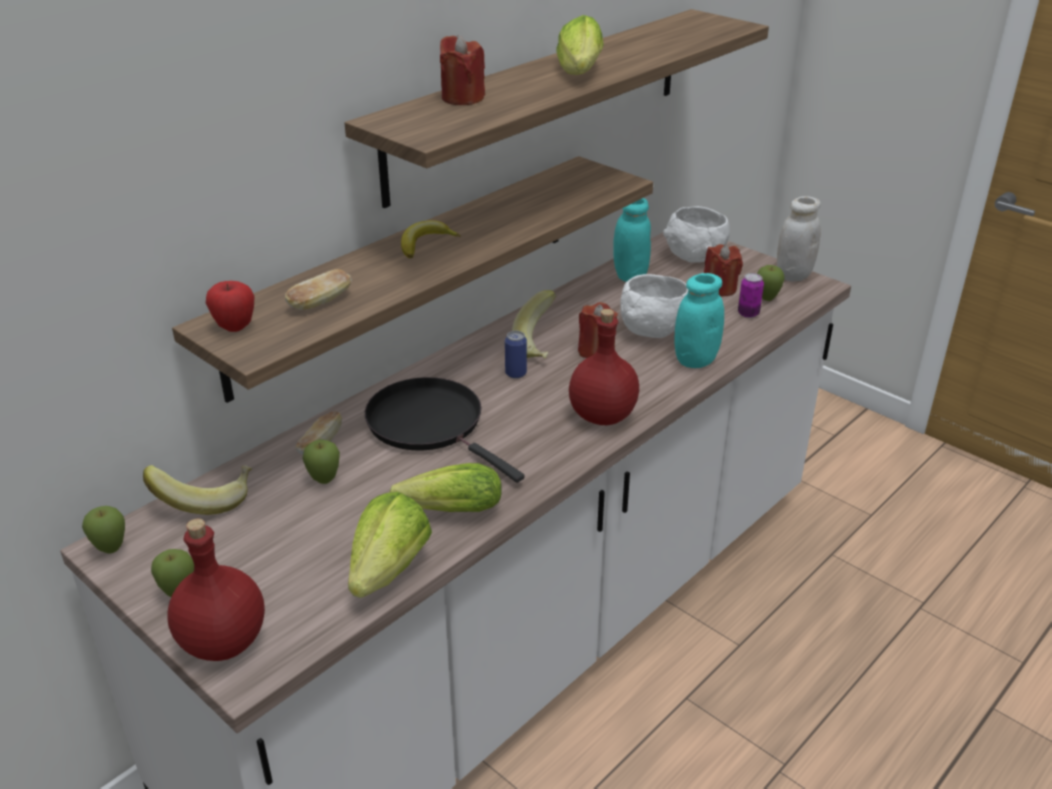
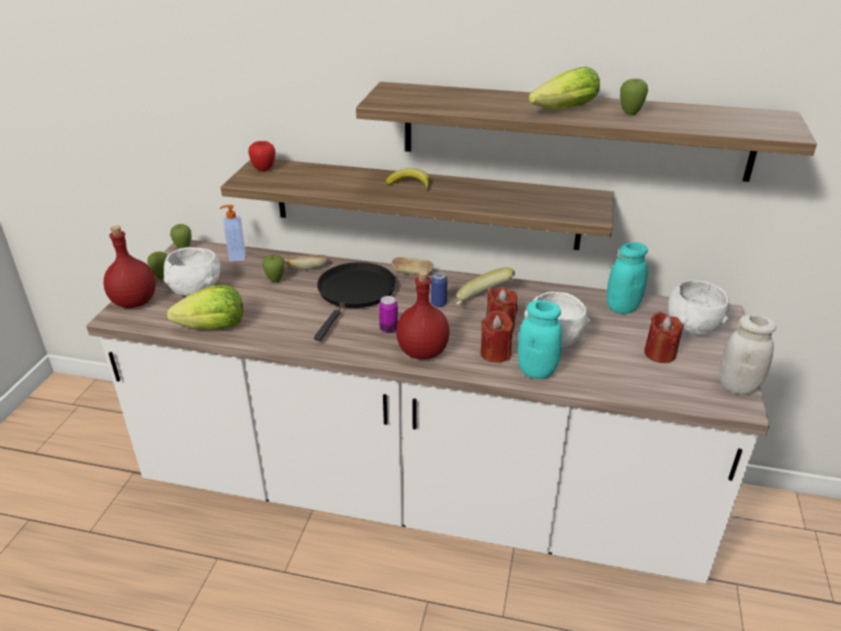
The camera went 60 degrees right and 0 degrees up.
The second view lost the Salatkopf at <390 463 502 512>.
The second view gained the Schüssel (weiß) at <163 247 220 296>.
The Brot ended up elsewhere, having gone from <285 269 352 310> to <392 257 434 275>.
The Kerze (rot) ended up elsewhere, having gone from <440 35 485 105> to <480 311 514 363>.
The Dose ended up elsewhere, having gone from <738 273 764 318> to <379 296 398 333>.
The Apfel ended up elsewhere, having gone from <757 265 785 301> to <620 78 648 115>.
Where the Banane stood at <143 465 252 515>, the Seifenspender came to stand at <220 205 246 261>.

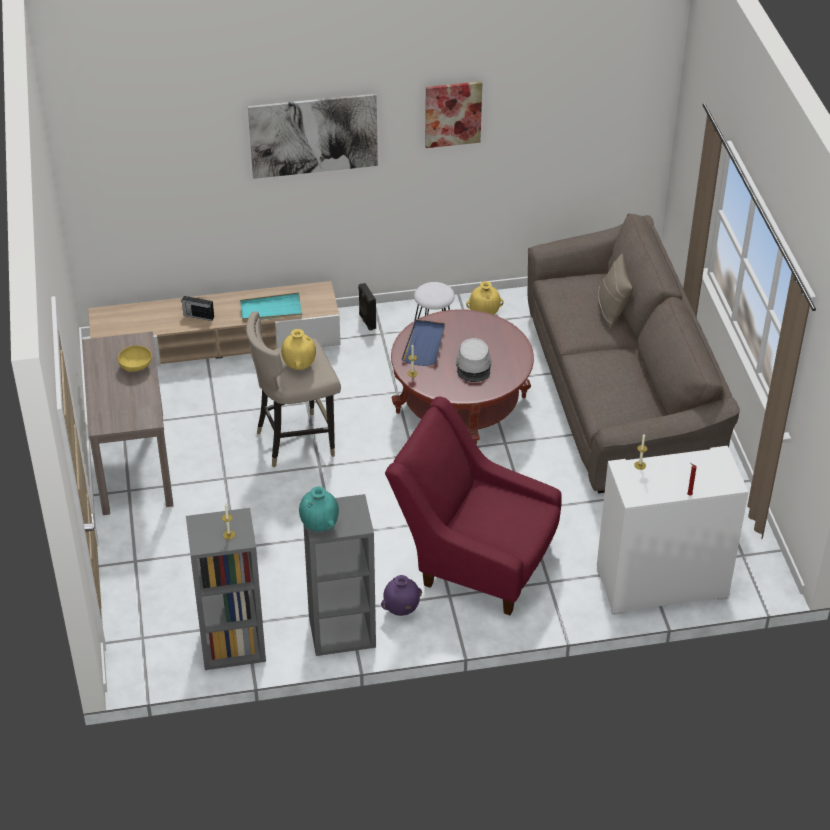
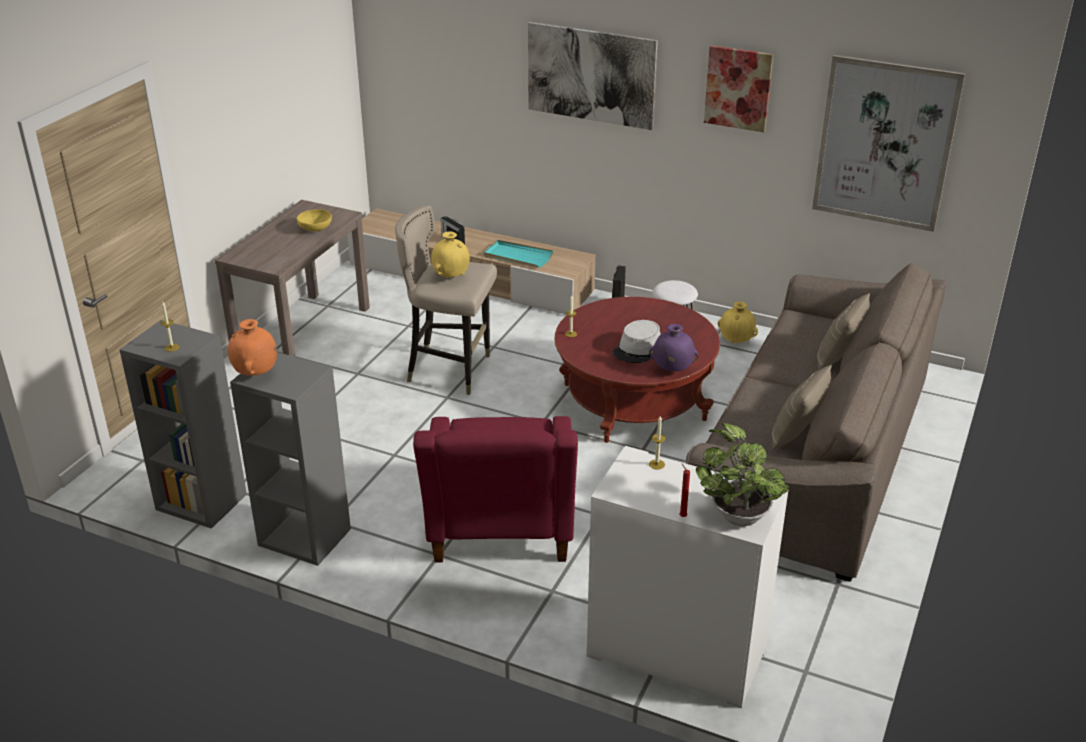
The camera went 35 degrees right and 10 degrees down.
The second view lost the Tablett (blau) at <401 320 445 366>.
The second view gained the Topfpflanze at <696 423 789 526>.
The second view gained the Kissen (beige) at <772 365 832 450>.
The second view gained the Bild at <812 55 965 232>.
The Vase (lila) ended up elsewhere, having gone from <381 575 422 616> to <649 324 698 371>.
What was the Vase (türkis) at <299 486 339 532> turned into the Vase (orange) at <228 319 277 376>.
The Sessel (rot) at <385 397 562 615> ended up facing another way, 150 degrees counterclockwise from before.

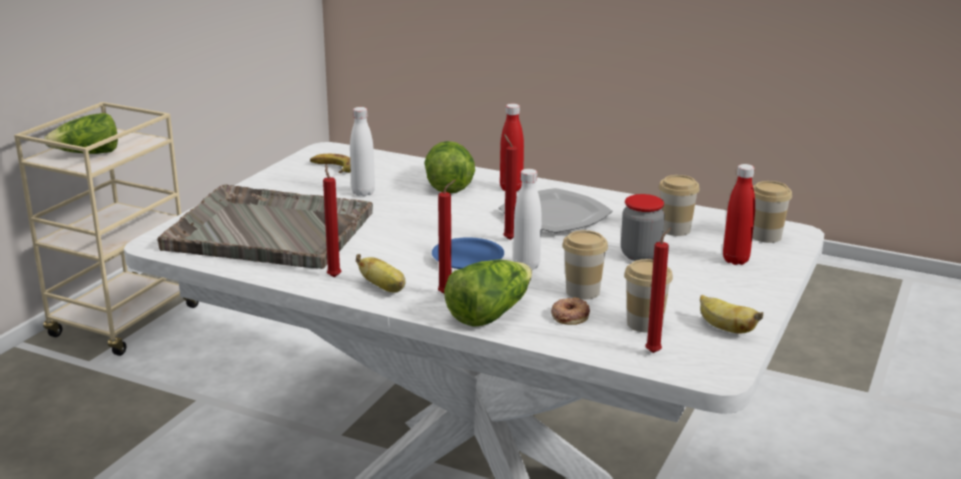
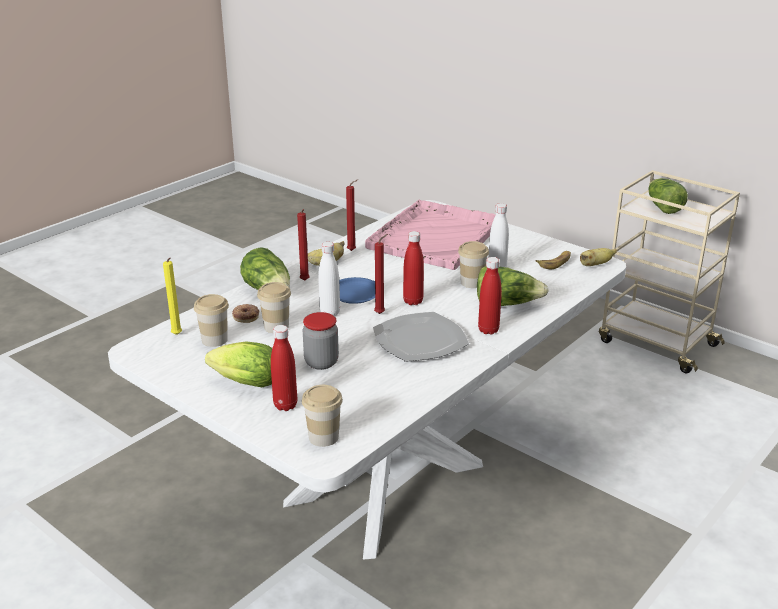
The camera went 105 degrees right and 5 degrees up.
The second view gained the Salatkopf at <205 342 272 387>.
The second view gained the Flasche (rot) at <403 231 424 305>.
The Tasse ended up elsewhere, having gone from <659 175 700 236> to <458 241 489 288>.
The Banane ended up elsewhere, having gone from <700 295 763 334> to <580 248 617 266>.
What was the Tablett (grau) at <157 184 373 269> turned into the Tablett (rosa) at <365 200 495 270>.
What was the Kerze (rot) at <645 228 671 353> turned into the Kerze (gelb) at <163 257 182 335>.

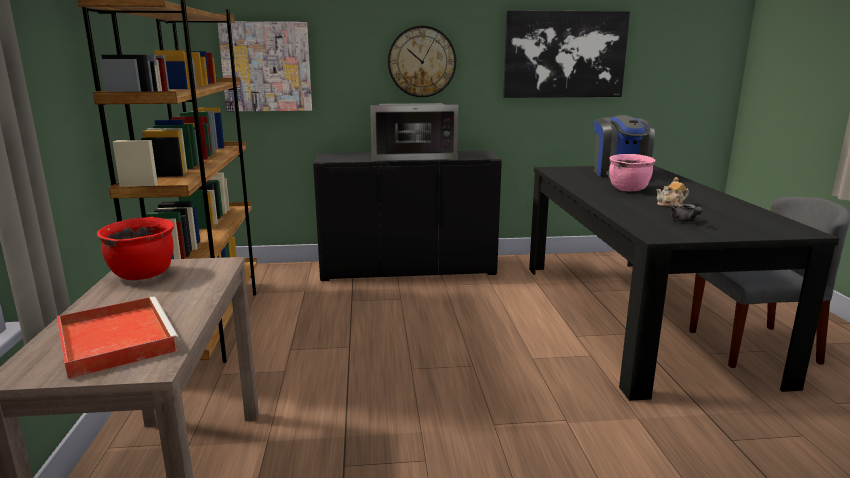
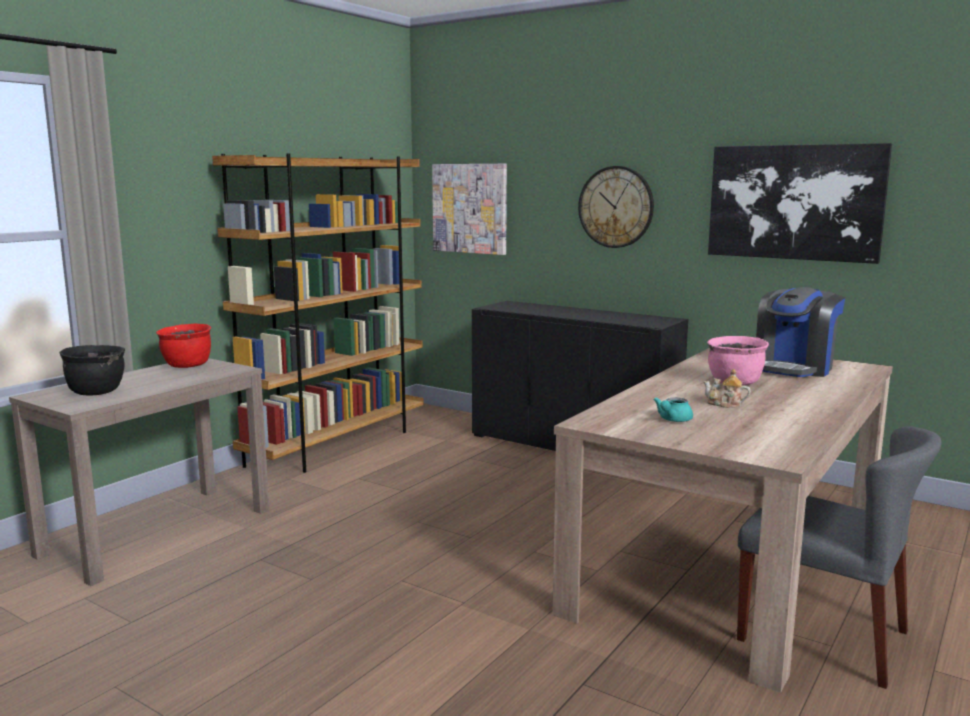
The camera went 40 degrees right and 5 degrees down.
The second view lost the Mikrowelle at <370 103 459 161>.
Where the Tablett (rot) stood at <57 297 180 379>, the Kochtopf (schwarz) came to stand at <59 345 125 396>.
What was the Esstisch (schwarz) at <529 165 839 401> turned into the Esstisch (beige) at <552 348 893 693>.
What was the Teekanne (grau) at <671 204 703 223> turned into the Teekanne (türkis) at <653 397 693 422>.

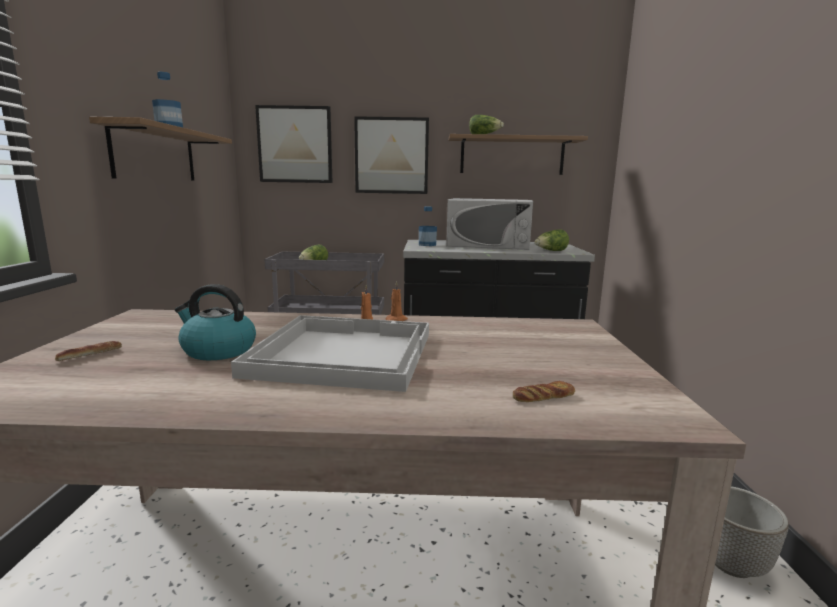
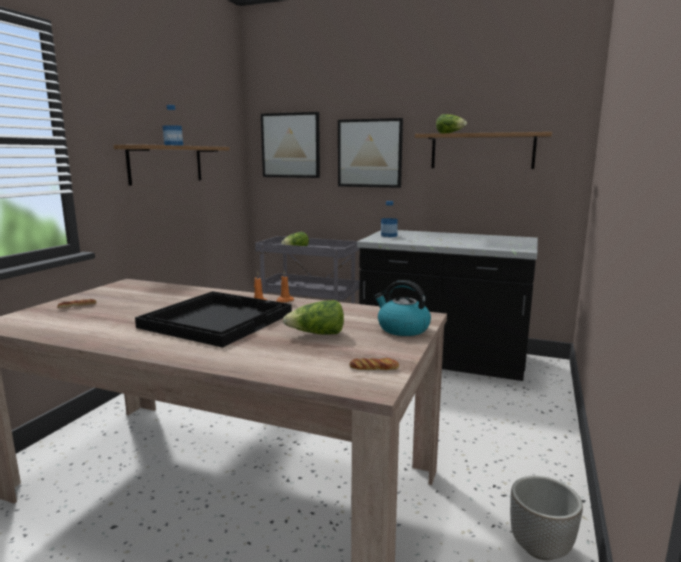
The camera went 20 degrees right and 0 degrees up.
The second view lost the Mikrowelle (weiß) at <446 198 533 250>.
The Wasserkessel ended up elsewhere, having gone from <175 284 256 360> to <374 280 431 336>.
The Brot ended up elsewhere, having gone from <513 381 575 402> to <350 358 399 370>.
The Salatkopf ended up elsewhere, having gone from <535 229 569 251> to <283 300 344 335>.
What was the Tablett (weiß) at <231 315 429 392> turned into the Tablett (schwarz) at <135 291 292 348>.

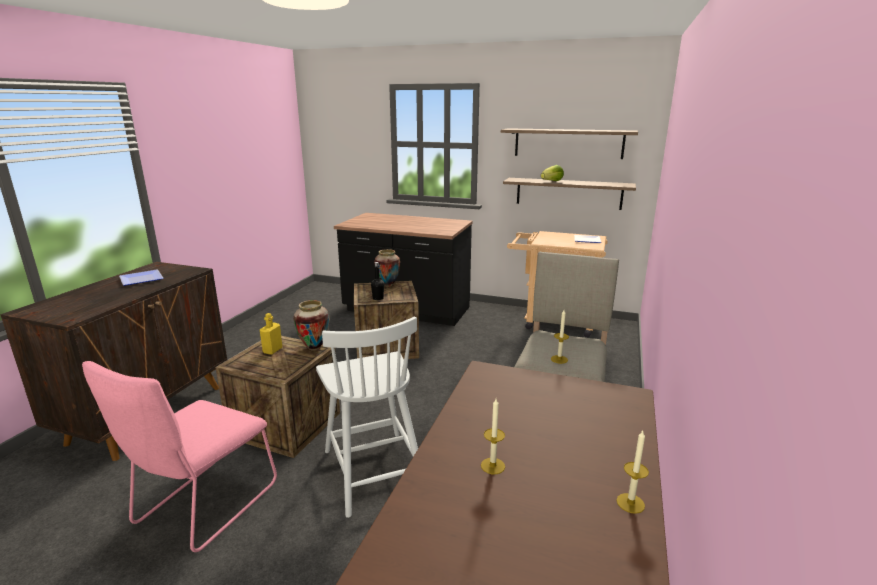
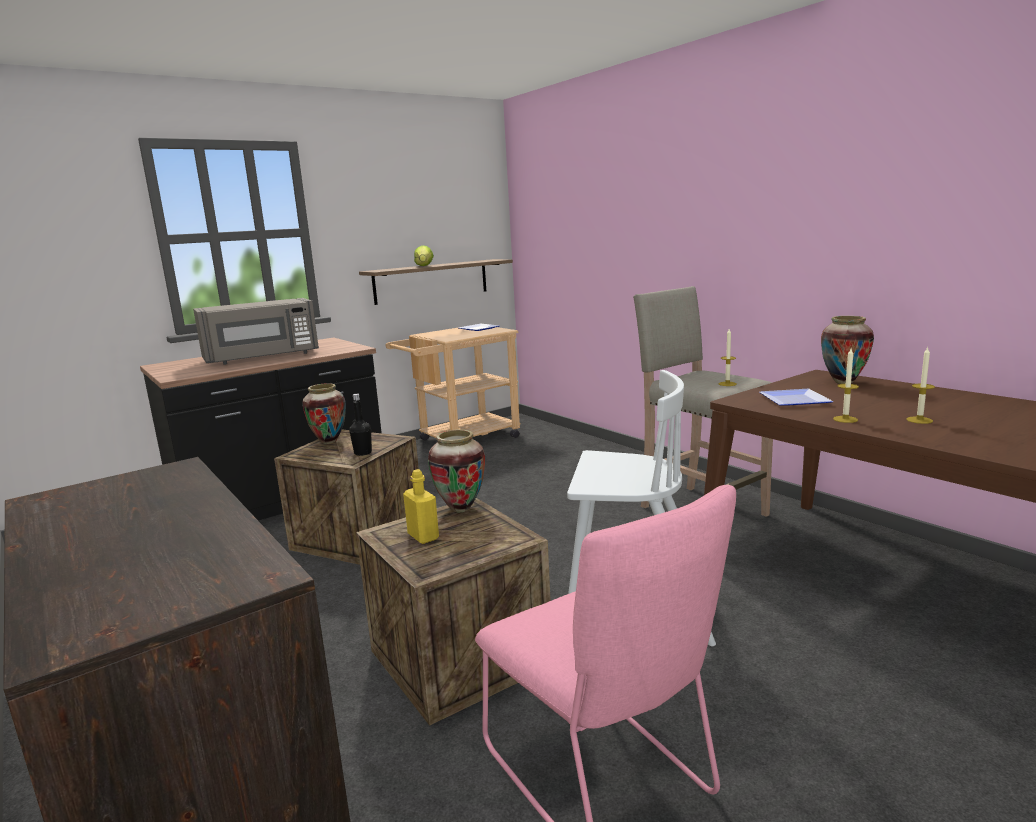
The camera went 55 degrees left and 5 degrees down.
The second view lost the Wandregal at <501 128 638 159>.
The second view gained the Mikrowelle (grau) at <193 298 319 365>.
The second view gained the Vase at <821 316 874 384>.
The Teller ended up elsewhere, having gone from <119 270 163 286> to <760 389 833 406>.
The Kerze ended up elsewhere, having gone from <616 431 649 514> to <833 349 859 423>.

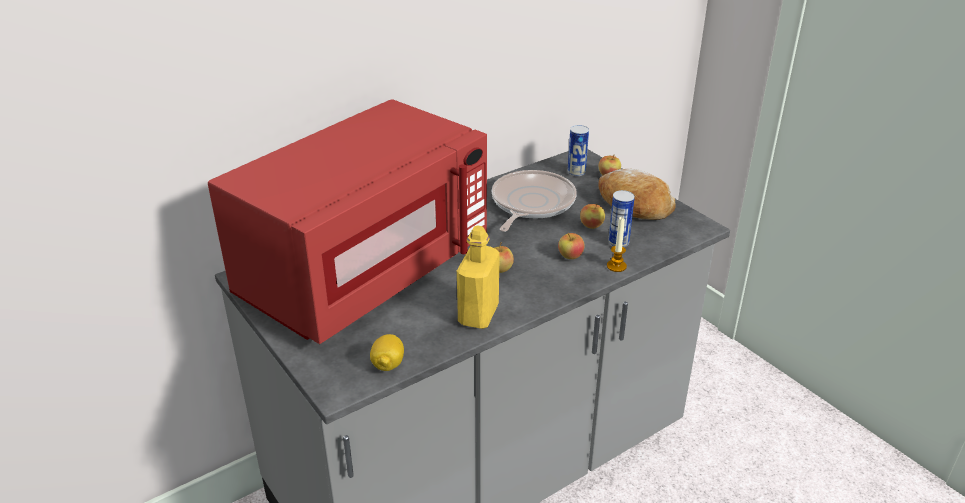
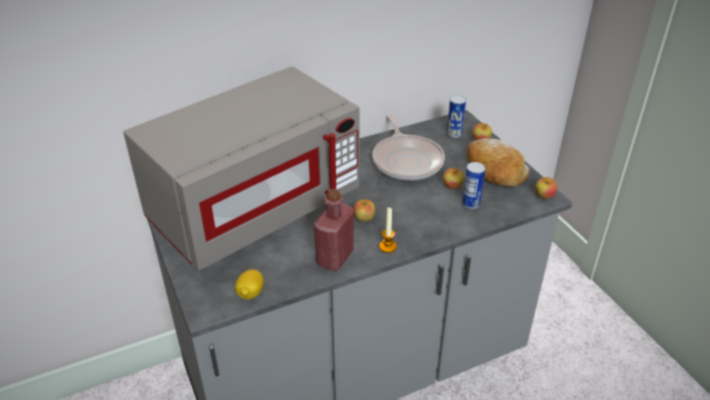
The camera went 10 degrees right and 5 degrees up.
The Apfel ended up elsewhere, having gone from <558 233 585 259> to <535 177 558 199>.
The Kerze ended up elsewhere, having gone from <607 217 627 272> to <379 207 397 253>.
What was the Mikrowelle (rot) at <208 99 487 344> turned into the Mikrowelle (grau) at <124 67 360 270>.
What was the Flasche (gelb) at <457 225 500 329> turned into the Flasche (rot) at <314 188 354 271>.
The Pfanne at <492 170 576 232> ended up facing another way, 135 degrees clockwise from before.

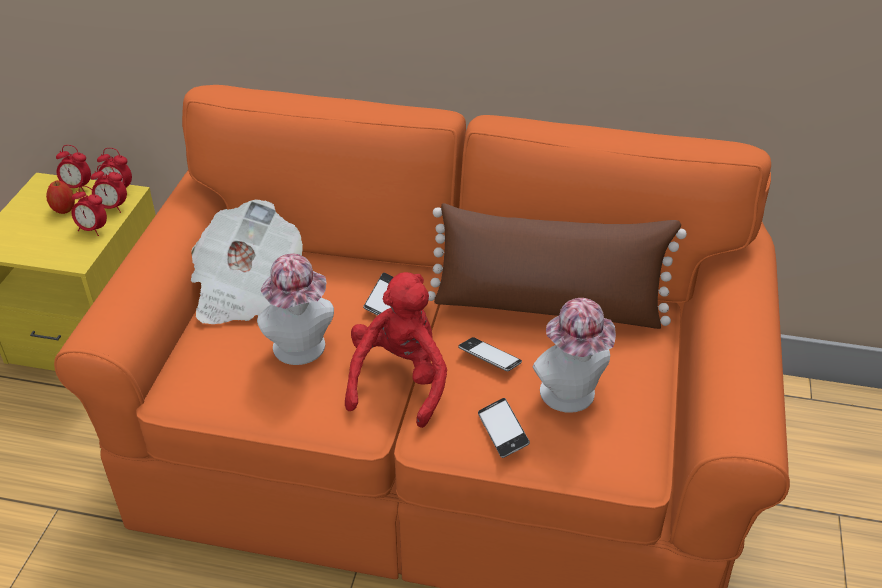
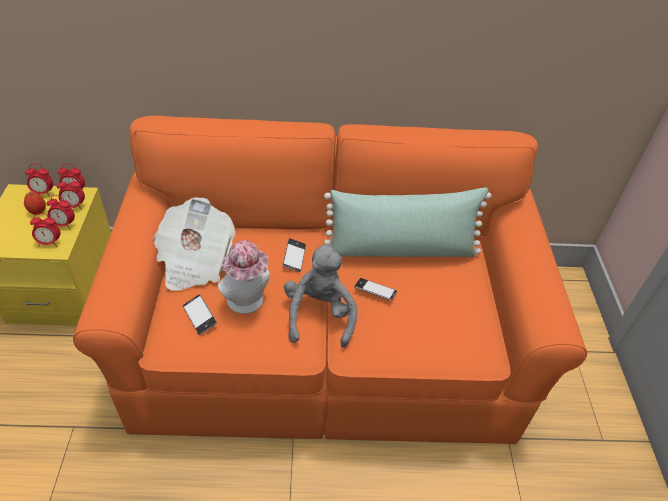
The camera went 15 degrees left and 5 degrees up.
The second view lost the Hut at <533 298 616 413>.
The second view gained the Wecker at <30 213 60 247>.
The Handy ended up elsewhere, having gone from <478 398 530 458> to <183 294 217 335>.
What was the Plüschtier (rot) at <345 272 447 428> turned into the Plüschtier (grau) at <284 244 357 348>.
What was the Kissen (braun) at <428 203 687 329> turned into the Kissen (grün) at <324 188 491 257>.

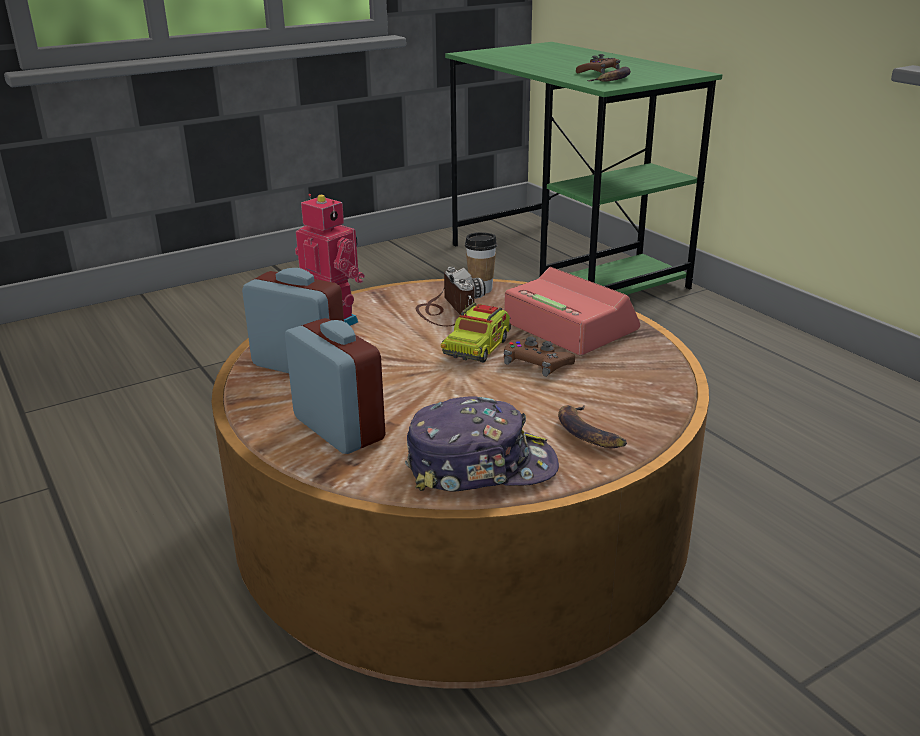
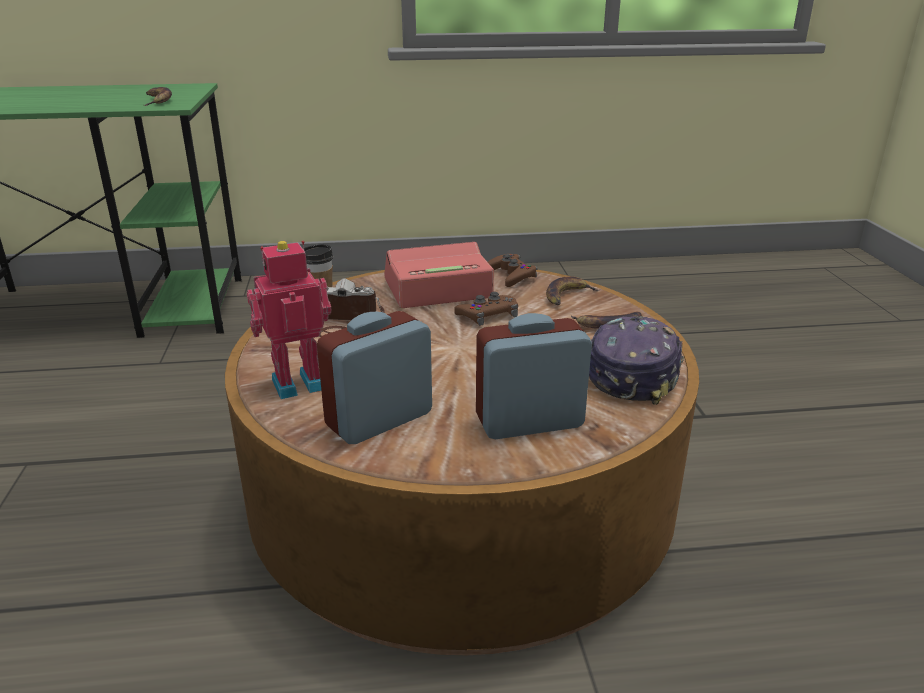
The camera went 65 degrees left and 0 degrees up.
The second view lost the Spielzeuglaster at <441 303 511 363>.
The second view gained the Banane at <546 276 599 305>.
The Gamepad (braun) ended up elsewhere, having gone from <576 54 620 74> to <488 254 538 287>.

